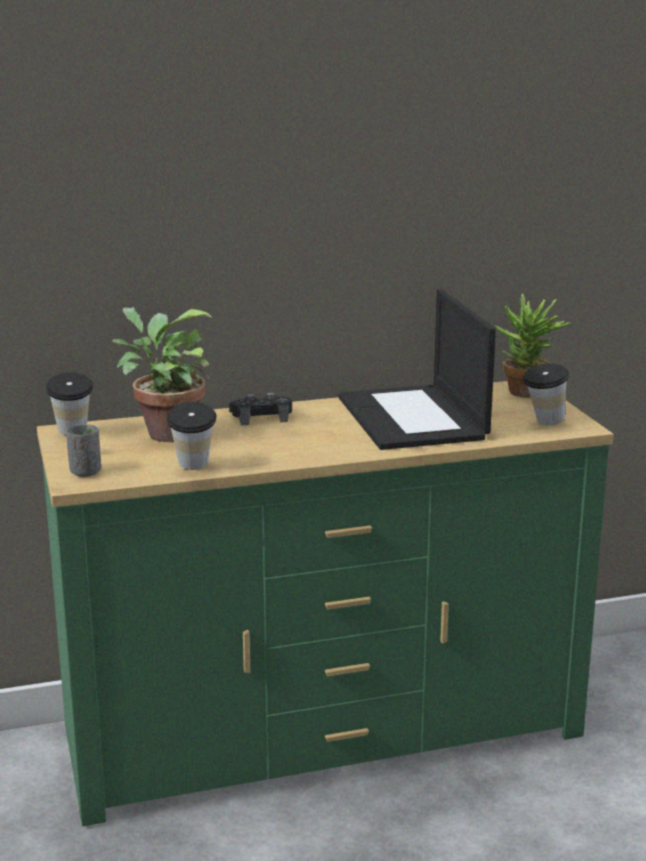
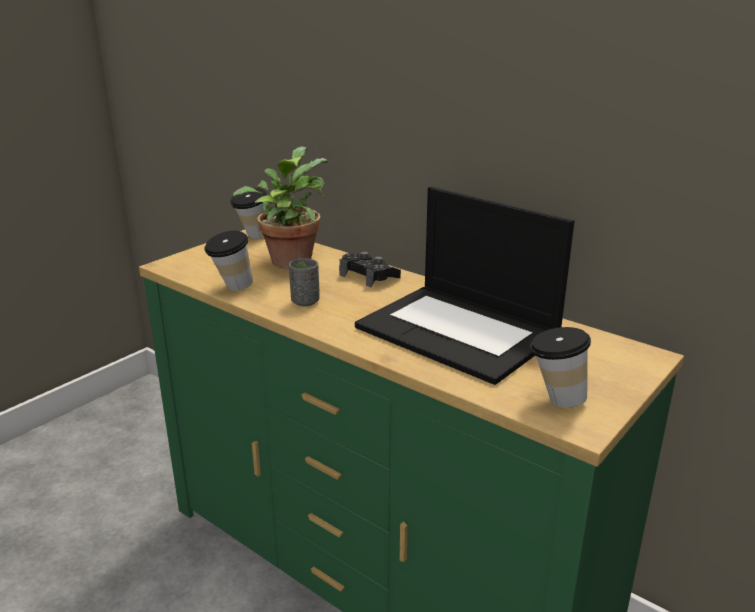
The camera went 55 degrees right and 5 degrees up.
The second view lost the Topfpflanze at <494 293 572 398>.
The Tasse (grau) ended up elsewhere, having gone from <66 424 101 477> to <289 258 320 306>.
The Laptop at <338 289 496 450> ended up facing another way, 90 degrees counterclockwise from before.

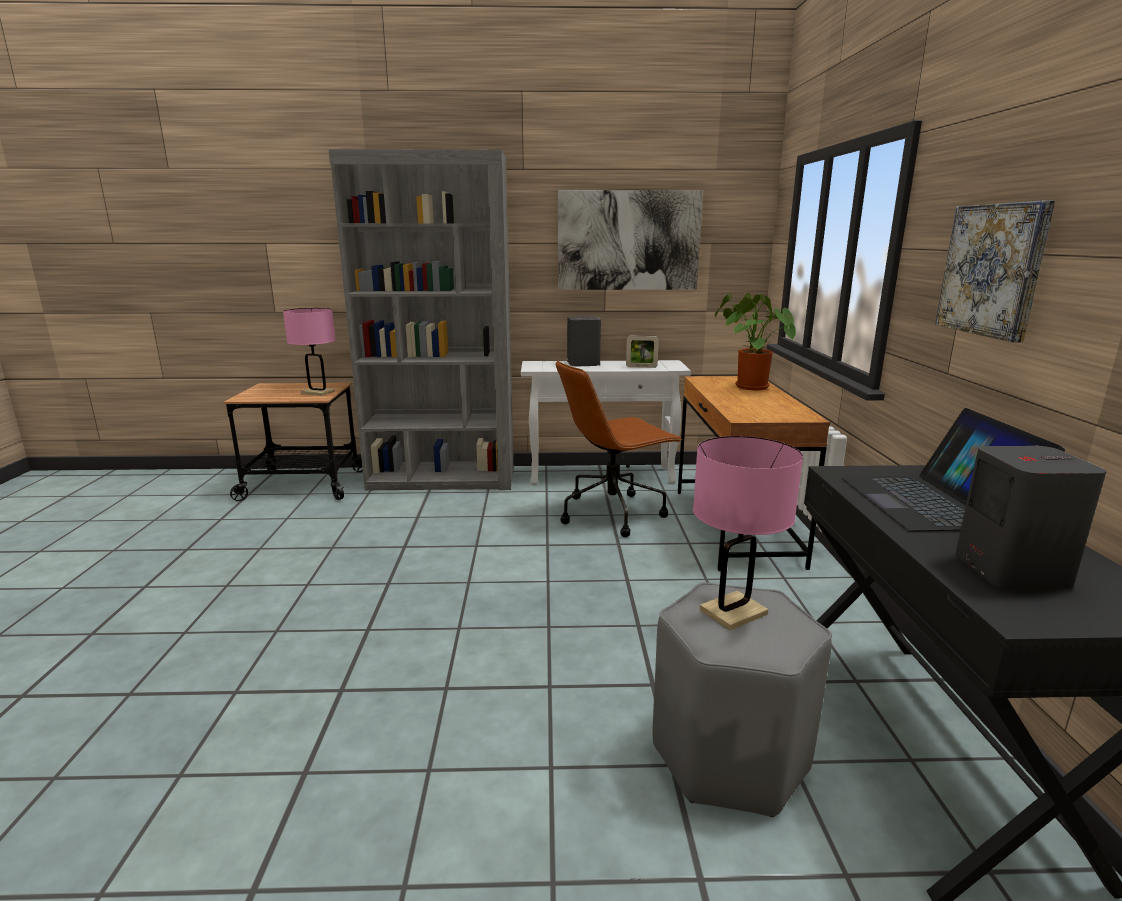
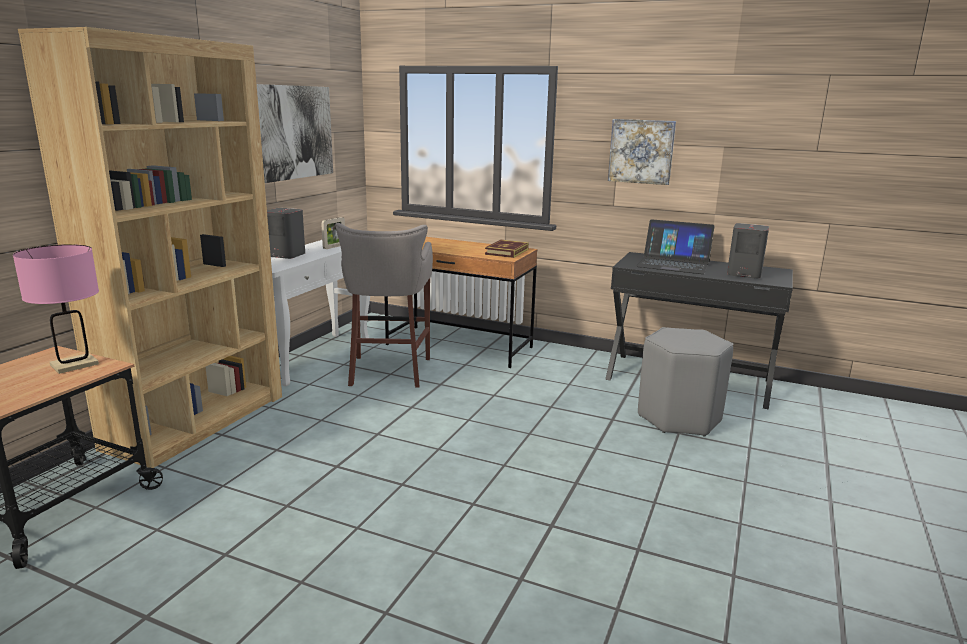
The camera went 65 degrees left and 0 degrees up.
The second view lost the Tischlampe (rosa) at <693 436 803 630>.
The second view lost the Topfpflanze at <715 293 796 390>.
The second view gained the Buch at <485 240 529 258>.
Where the Bürostuhl (braun) stood at <556 360 683 537>, the Hocker (grau) came to stand at <335 223 433 387>.
What was the Bücherregal (grau) at <328 149 514 490> turned into the Bücherregal (braun) at <18 27 282 468>.

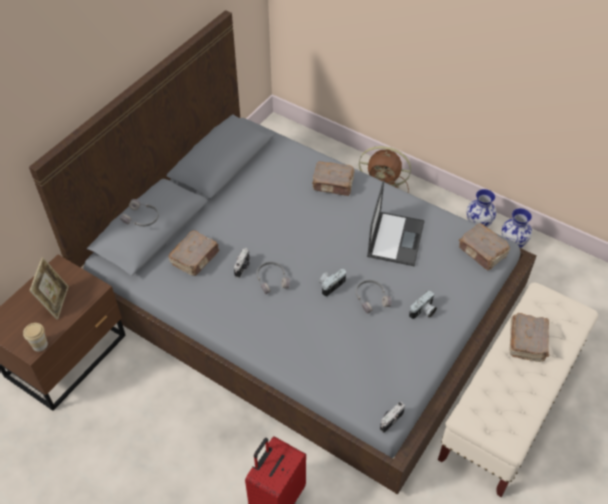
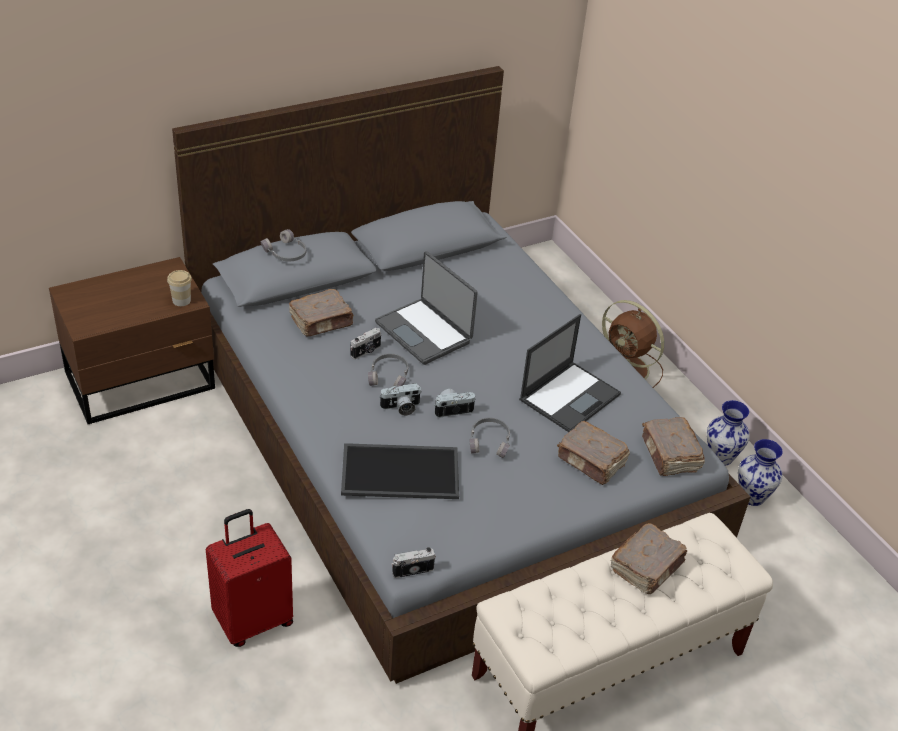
The camera went 25 degrees right and 10 degrees down.
The second view lost the Bilderrahmen at <29 257 69 320>.
The second view gained the Tablett at <341 443 459 499>.
The second view gained the Laptop at <375 251 478 365>.
The Tasse ended up elsewhere, having gone from <23 323 48 352> to <167 270 192 306>.
The Buch (braun) ended up elsewhere, having gone from <312 162 355 196> to <557 421 630 485>.
The Kamera ended up elsewhere, having gone from <409 290 437 319> to <379 383 422 416>.

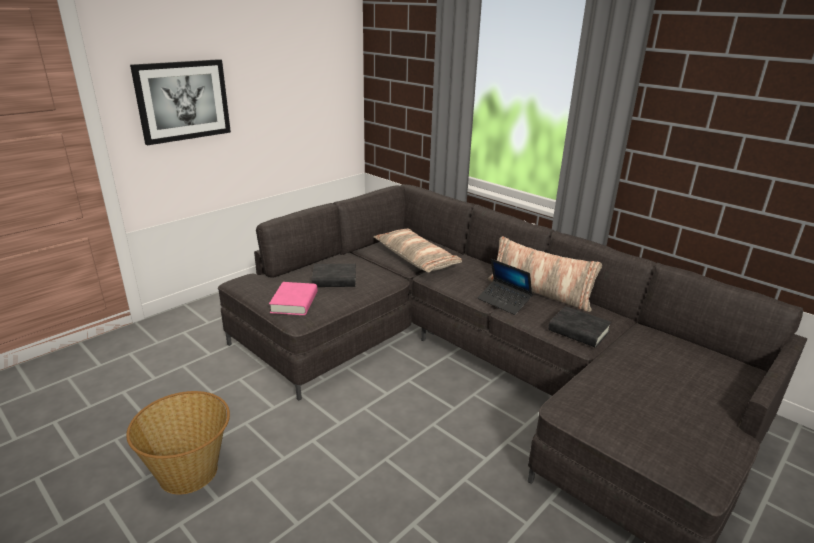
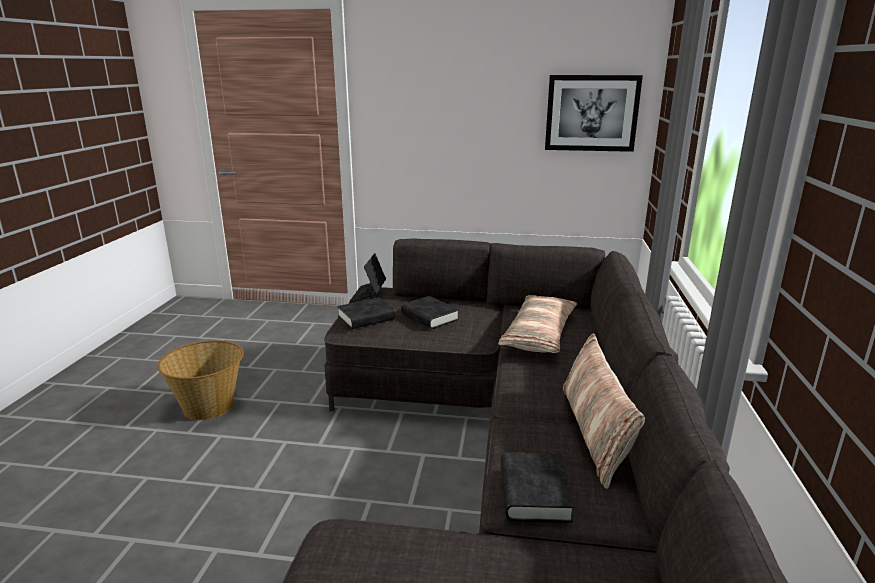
The camera went 55 degrees right and 5 degrees down.
The Bild ended up elsewhere, having gone from <130 59 231 145> to <545 75 643 152>.
The Laptop ended up elsewhere, having gone from <477 259 533 315> to <349 253 386 302>.
What was the Buch (rosa) at <269 282 317 315> turned into the Buch (schwarz) at <337 297 396 329>.

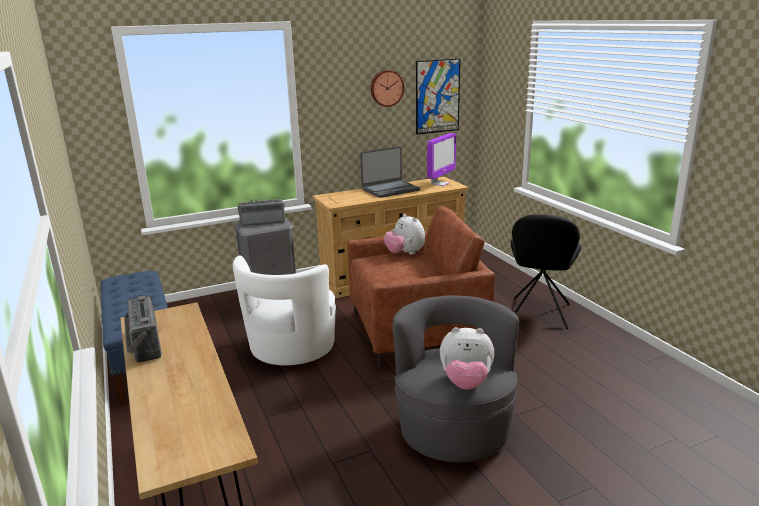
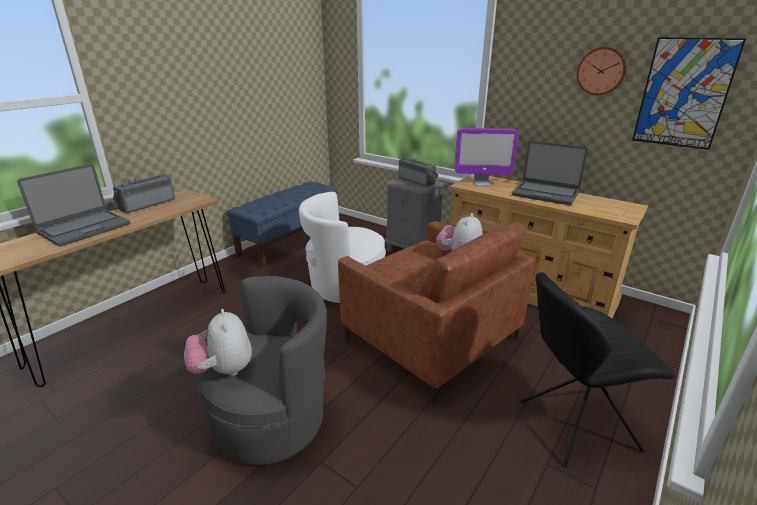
The camera went 60 degrees right and 5 degrees up.
The second view gained the Laptop at <17 164 131 246>.
The Monitor ended up elsewhere, having gone from <427 133 456 186> to <454 128 519 187>.

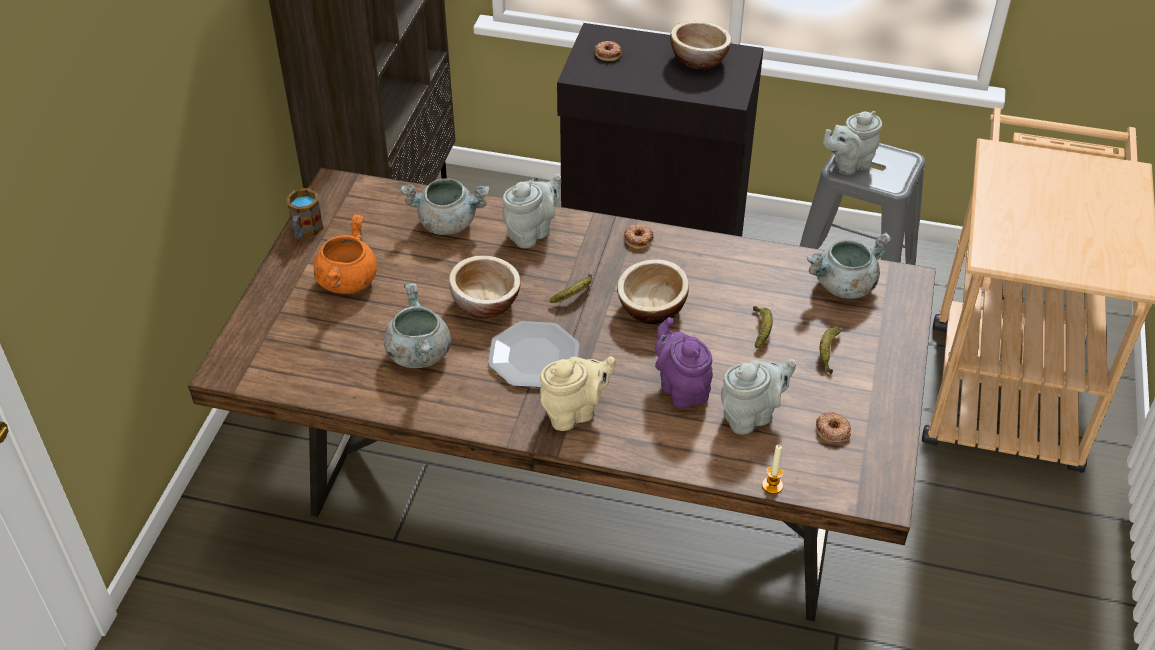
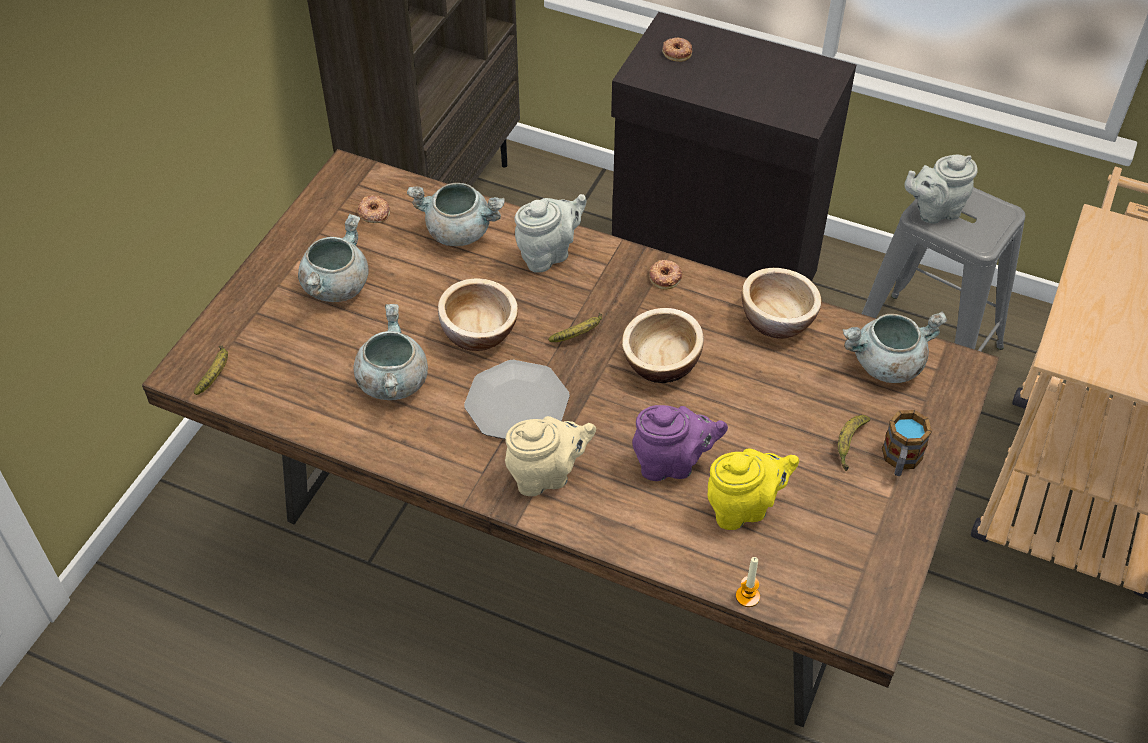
The camera went 10 degrees right and 5 degrees up.
The Henkelbecher ended up elsewhere, having gone from <286 188 323 240> to <882 410 932 476>.
The Schüssel ended up elsewhere, having gone from <670 21 732 69> to <742 268 822 339>.
The Banane ended up elsewhere, having gone from <753 306 773 348> to <194 346 228 395>.
The Donut ended up elsewhere, having gone from <816 412 851 442> to <357 195 390 223>.
What was the Kochtopf (orange) at <314 214 377 294> turned into the Kochtopf (grau) at <298 214 368 302>.
What was the Teekanne (grau) at <721 359 796 434> turned into the Teekanne (gelb) at <707 449 799 530>.
The Teekanne (lila) at <655 317 713 408> ended up facing another way, 105 degrees clockwise from before.

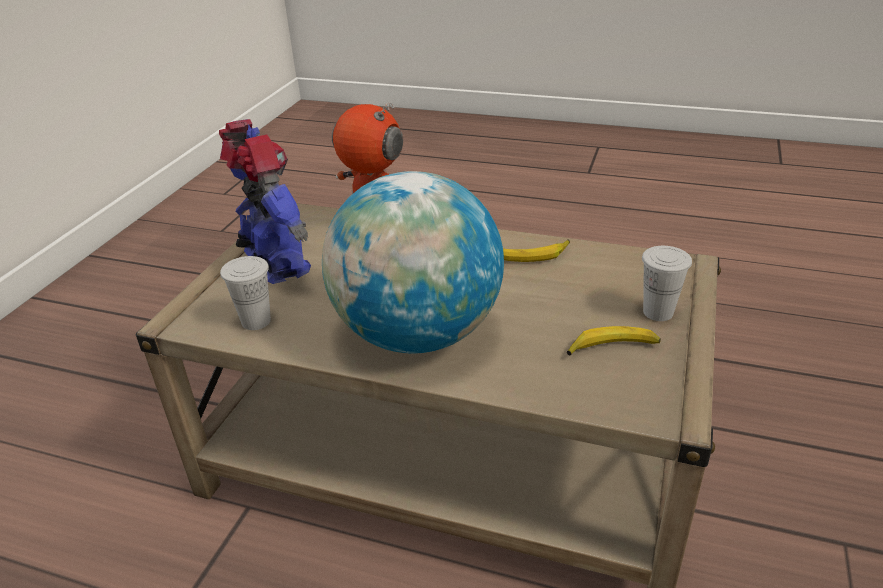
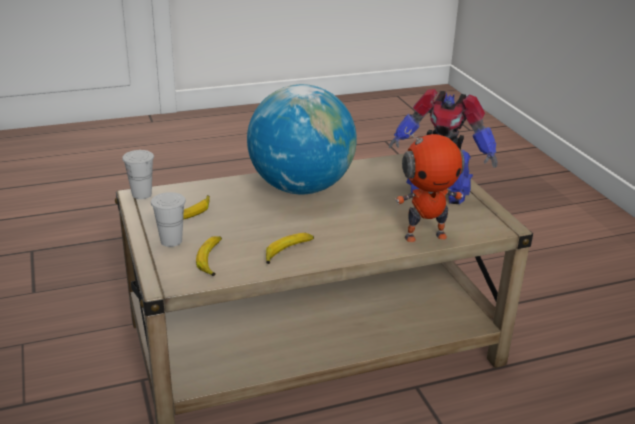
The camera went 140 degrees right and 5 degrees down.
The second view gained the Banane at <196 236 222 276>.
The Tasse (weiß) ended up elsewhere, having gone from <220 256 271 330> to <122 150 154 199>.

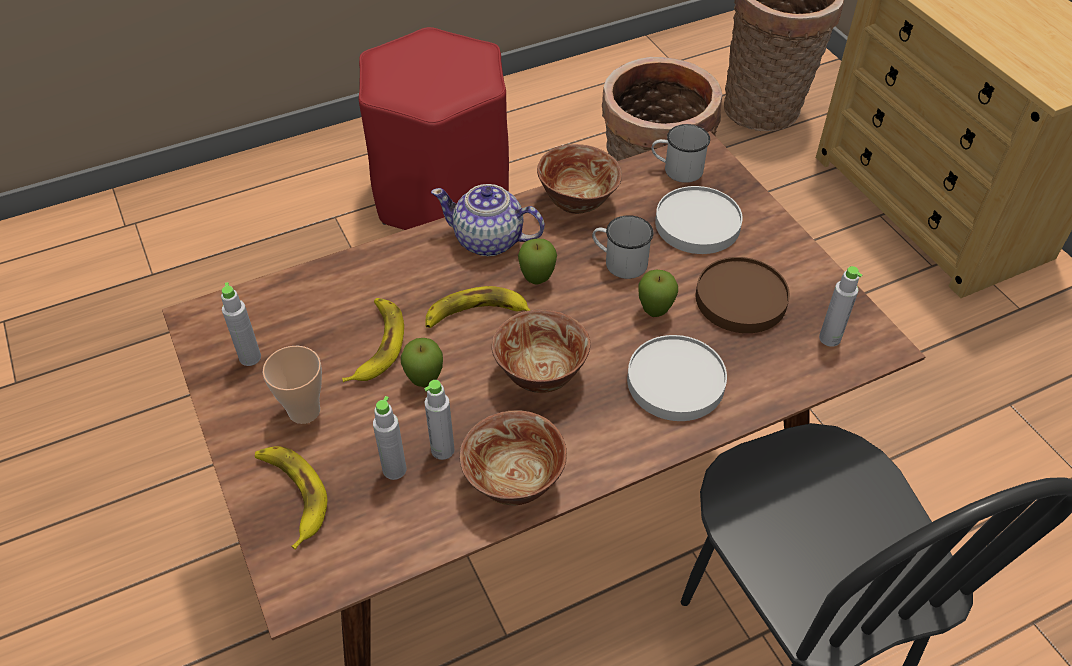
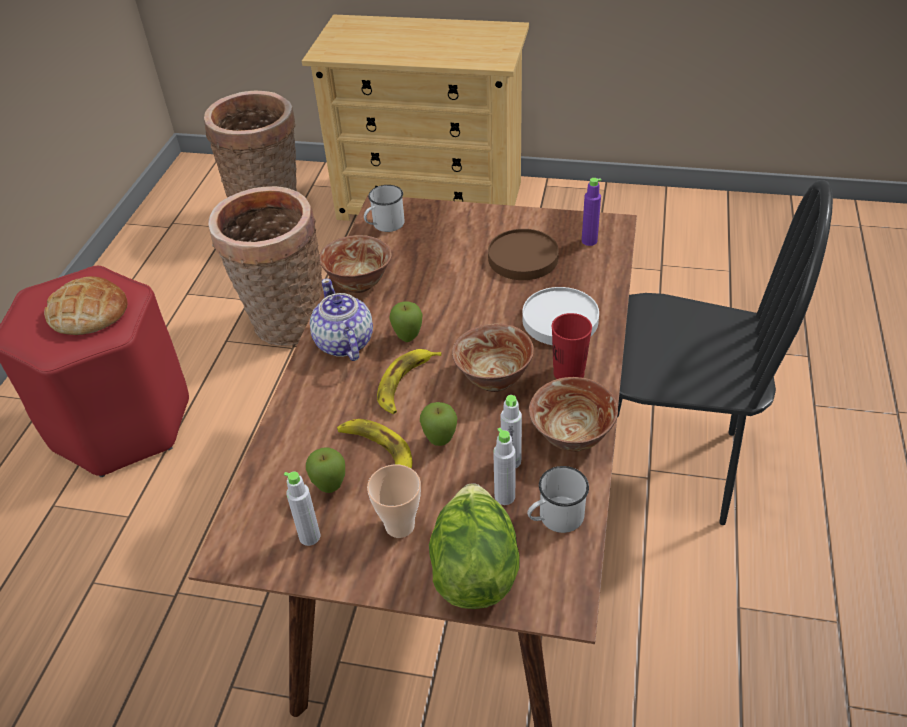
The camera went 50 degrees left and 5 degrees down.
The second view lost the Teller (weiß) at <655 186 743 254>.
The second view gained the Brot at <44 276 128 335>.
The second view gained the Tasse (rot) at <552 313 592 379>.
The Henkelbecher (weiß) ended up elsewhere, having gone from <592 215 653 279> to <527 466 589 533>.
The Apfel ended up elsewhere, having gone from <638 270 678 317> to <306 448 345 493>.
Where the Banane stood at <255 446 327 550>, the Salatkopf came to stand at <429 483 520 609>.
What was the Flasche (grau) at <819 266 863 347> turned into the Flasche (lila) at <582 178 601 246>.
The Teekanne at <431 184 545 256> ended up facing another way, 105 degrees clockwise from before.

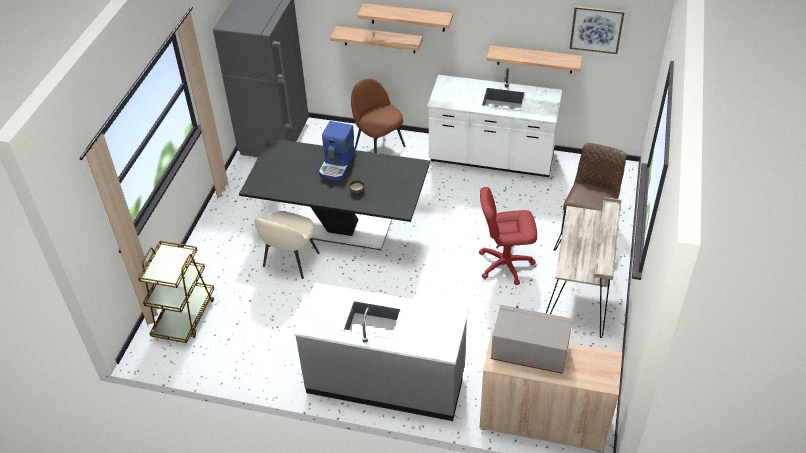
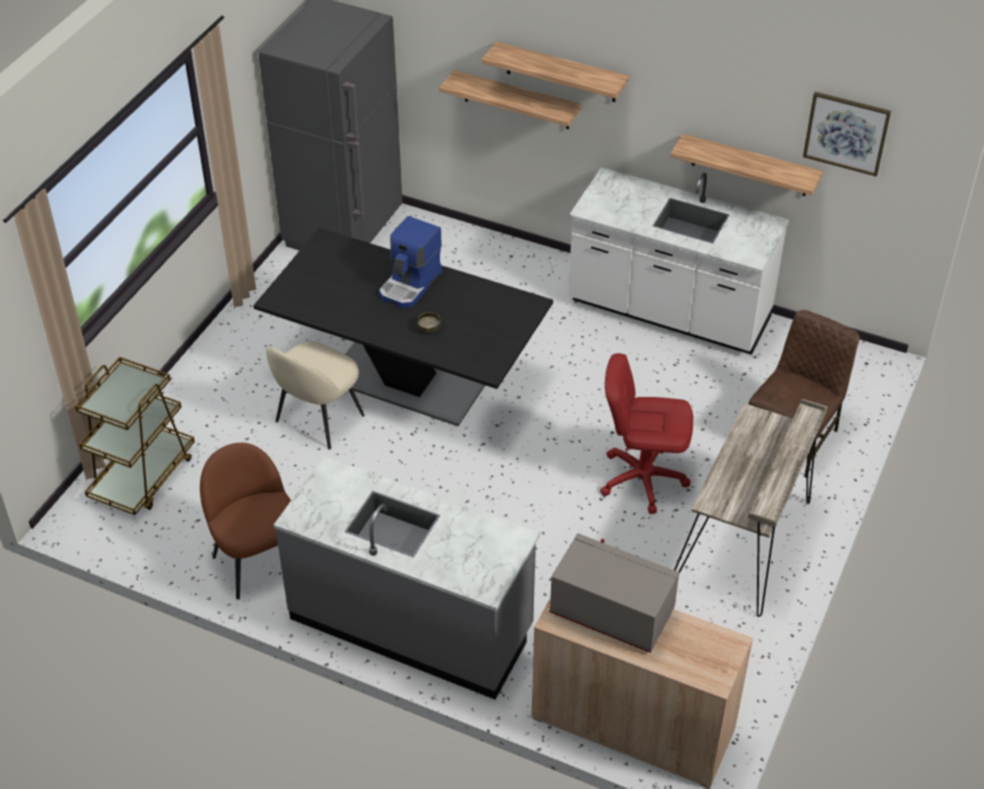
The camera went 10 degrees right and 0 degrees up.
The Stuhl (braun) ended up elsewhere, having gone from <351 78 406 153> to <200 443 291 600>.

